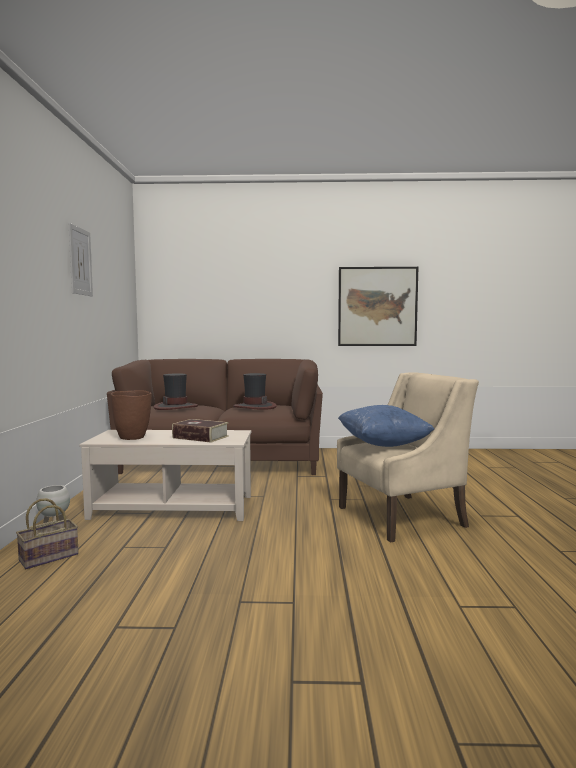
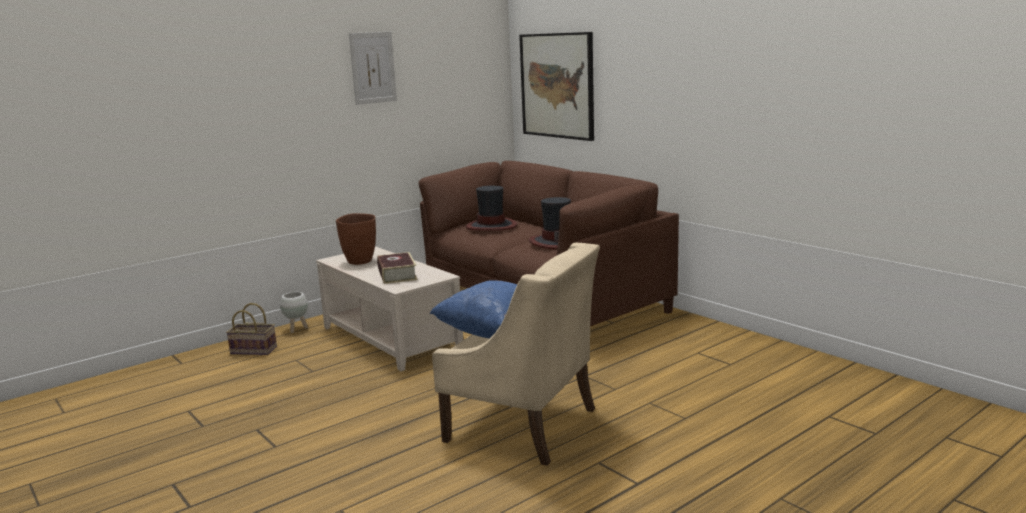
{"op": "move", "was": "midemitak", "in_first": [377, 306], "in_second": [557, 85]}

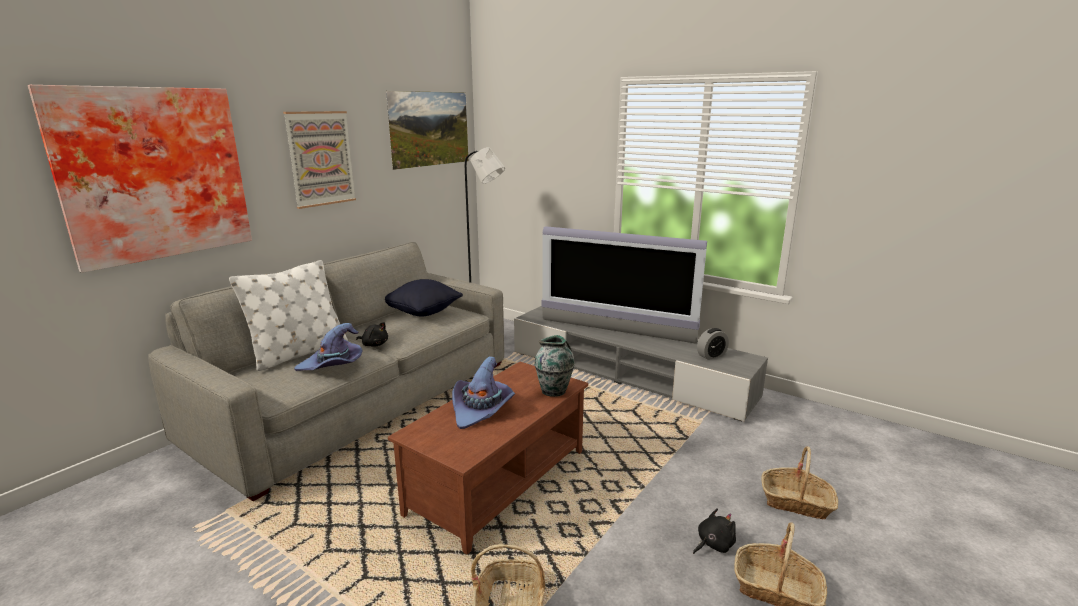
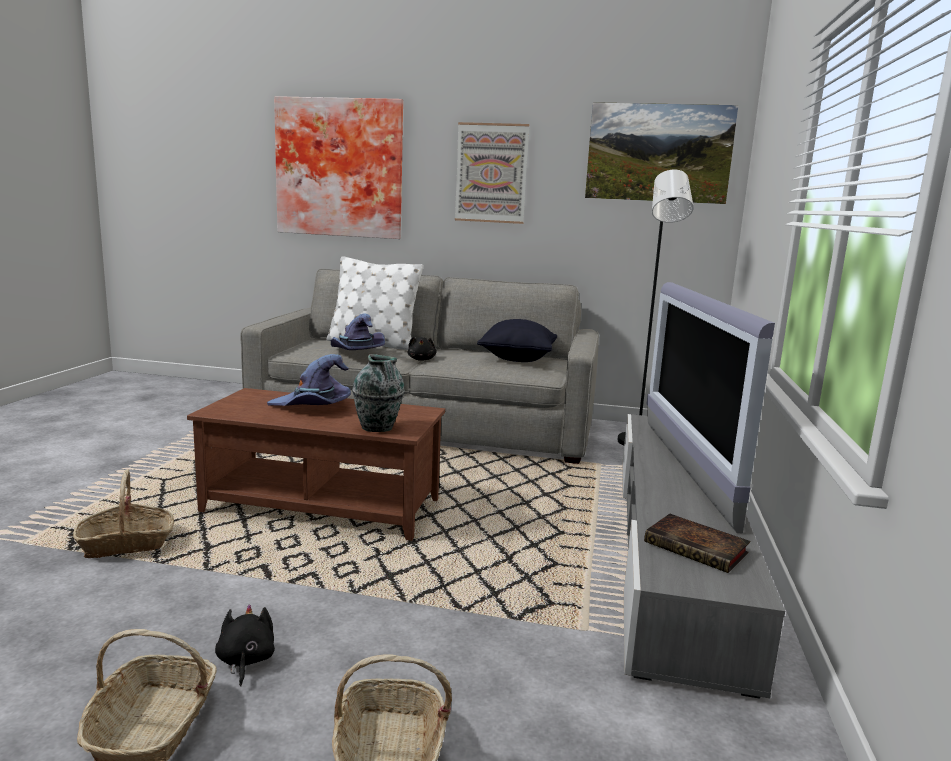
{"op": "replace", "was": "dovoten", "now": "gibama", "in_first": [711, 356], "in_second": [698, 548]}
{"op": "rotate", "was": "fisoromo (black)", "in_first": [713, 544], "in_second": [245, 661], "clockwise": -135}

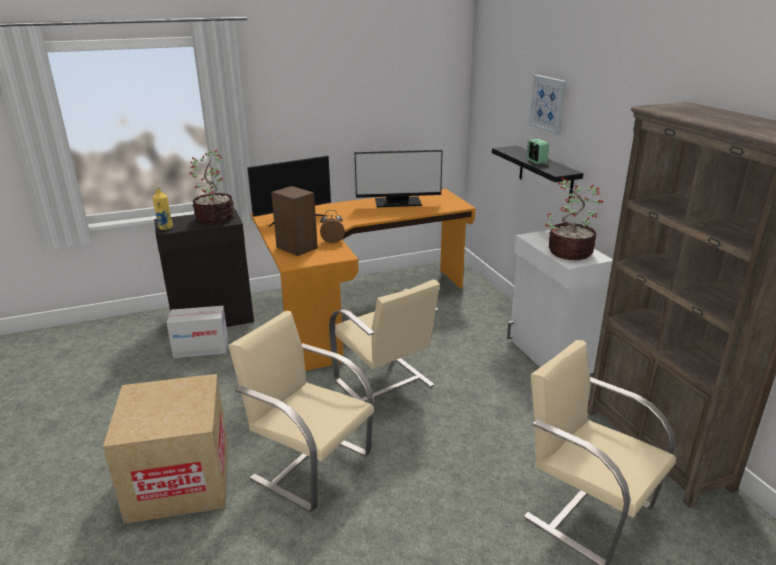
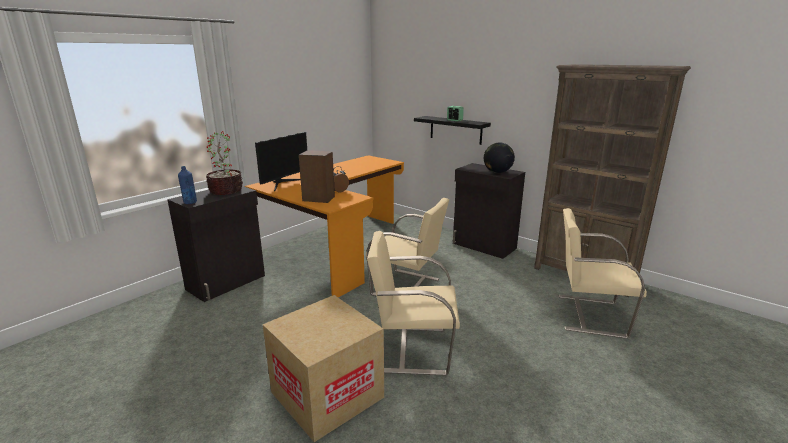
{"op": "delete", "was": "midemitak", "in_first": [548, 104]}
{"op": "delete", "was": "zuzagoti", "in_first": [398, 202]}
{"op": "replace", "was": "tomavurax", "now": "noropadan", "in_first": [568, 253], "in_second": [497, 172]}
{"op": "recolor", "was": "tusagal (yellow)", "now": "tusagal (blue)", "in_first": [165, 228], "in_second": [190, 202]}
{"op": "recolor", "was": "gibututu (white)", "now": "gibututu (black)", "in_first": [549, 355], "in_second": [484, 246]}
{"op": "delete", "was": "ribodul", "in_first": [201, 348]}

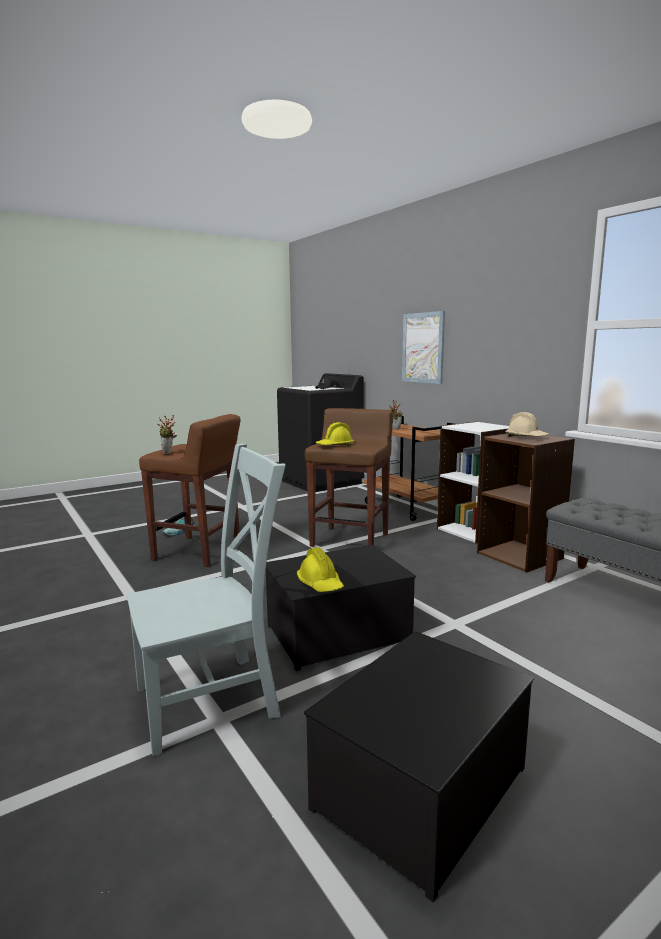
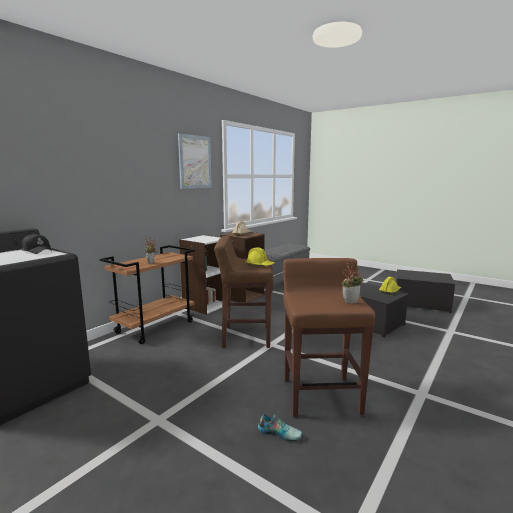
{"op": "move", "was": "midemitak", "in_first": [423, 348], "in_second": [195, 162]}
{"op": "delete", "was": "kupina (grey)", "in_first": [213, 700]}

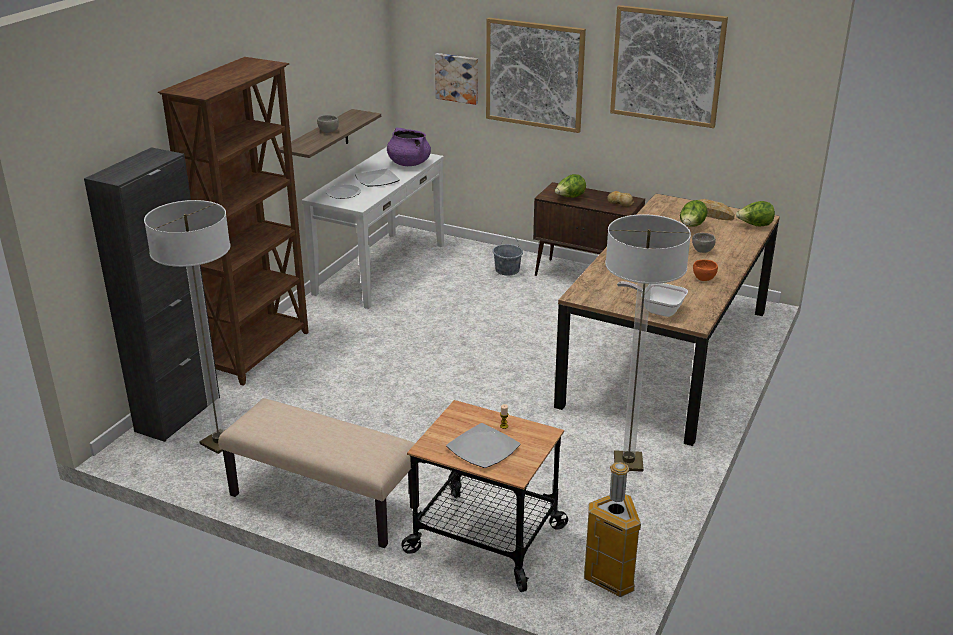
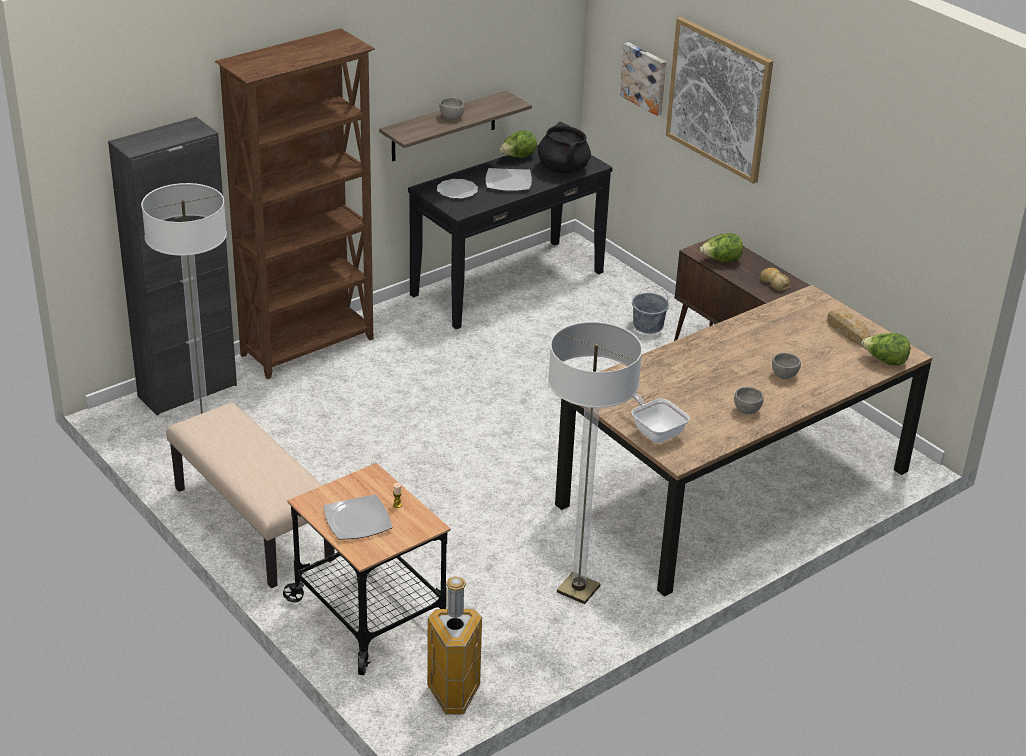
{"op": "delete", "was": "midemitak", "in_first": [667, 66]}
{"op": "recolor", "was": "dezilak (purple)", "now": "dezilak (black)", "in_first": [408, 163], "in_second": [563, 168]}
{"op": "recolor", "was": "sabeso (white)", "now": "sabeso (black)", "in_first": [380, 269], "in_second": [507, 283]}
{"op": "move", "was": "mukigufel", "in_first": [691, 226], "in_second": [518, 157]}
{"op": "recolor", "was": "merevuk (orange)", "now": "merevuk (grey)", "in_first": [704, 278], "in_second": [747, 410]}

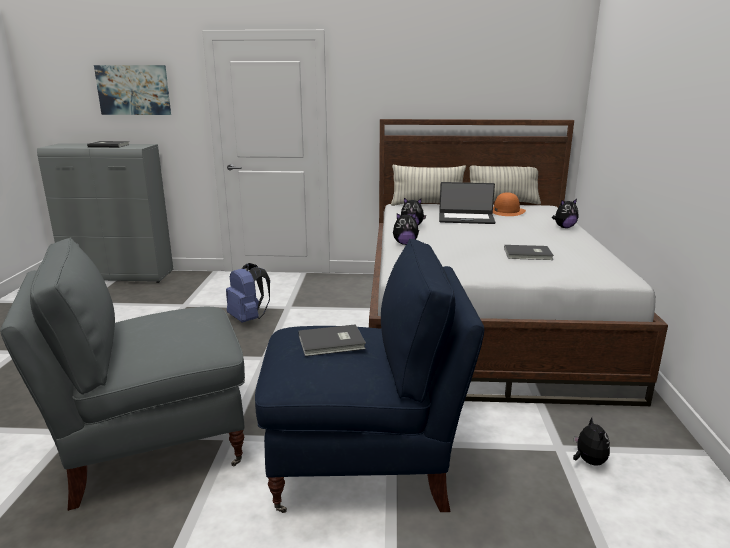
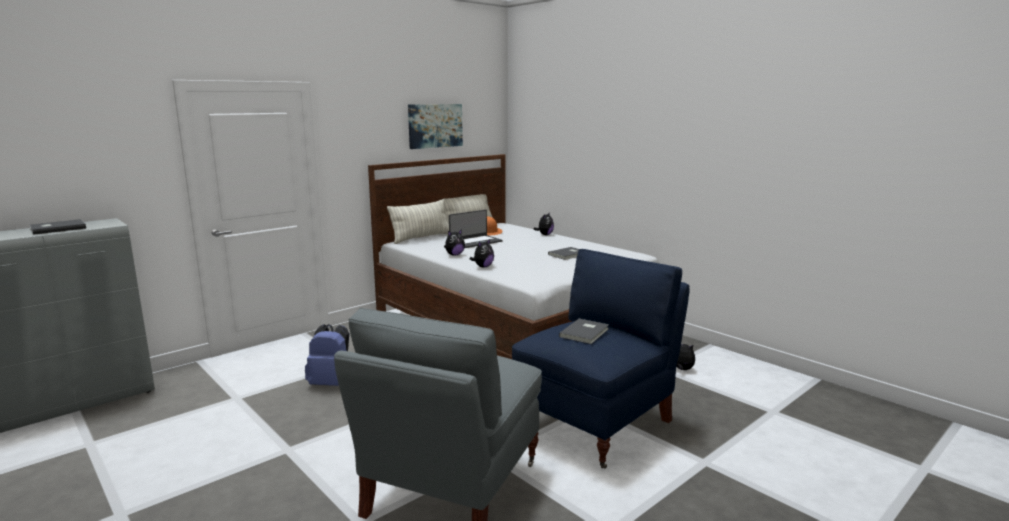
{"op": "move", "was": "midemitak", "in_first": [133, 90], "in_second": [435, 125]}

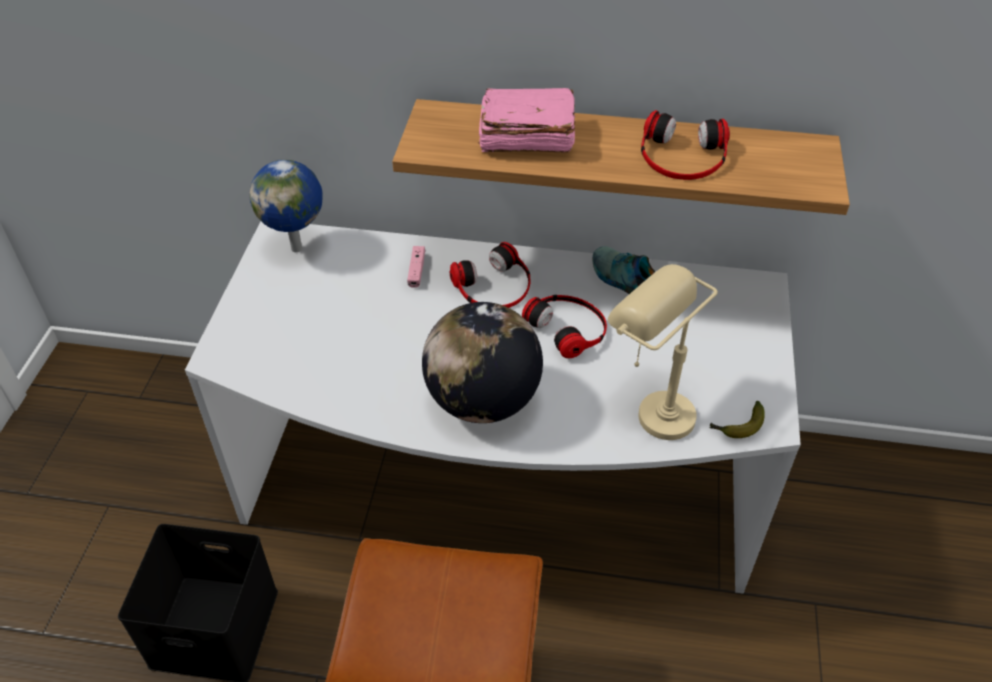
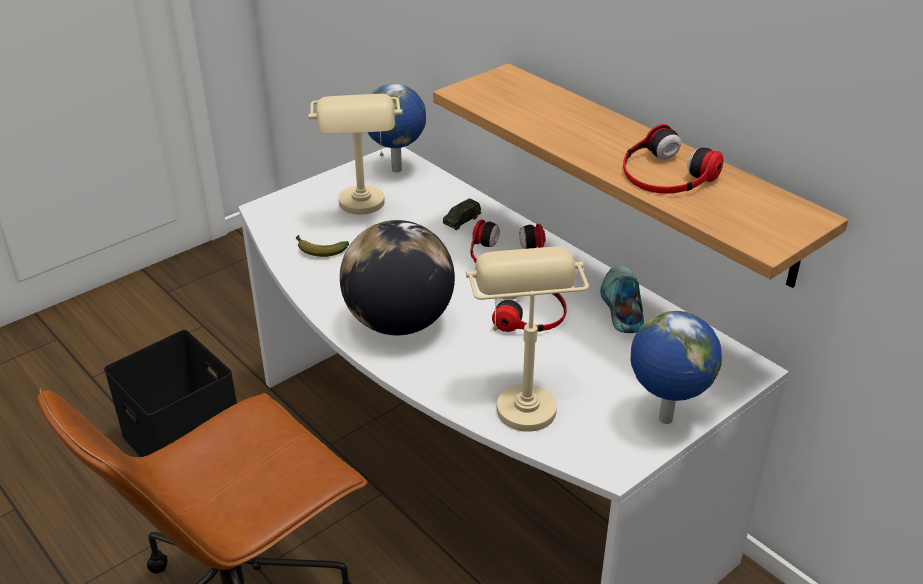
{"op": "delete", "was": "gibama (pink)", "in_first": [525, 137]}
{"op": "replace", "was": "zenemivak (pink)", "now": "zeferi", "in_first": [416, 270], "in_second": [462, 220]}
{"op": "move", "was": "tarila", "in_first": [738, 426], "in_second": [318, 250]}
{"op": "insert", "now": "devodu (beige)", "in_second": [364, 211]}
{"op": "insert", "now": "noropadan", "in_second": [664, 420]}

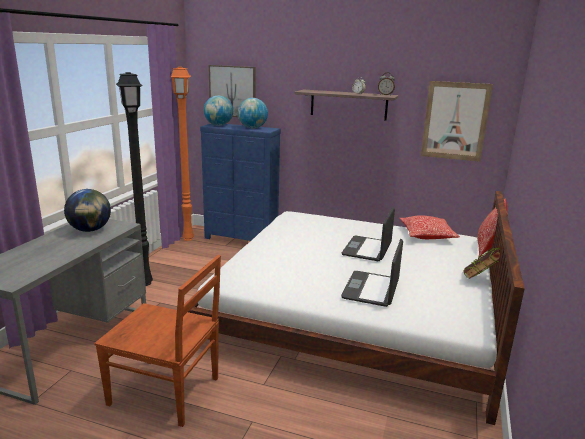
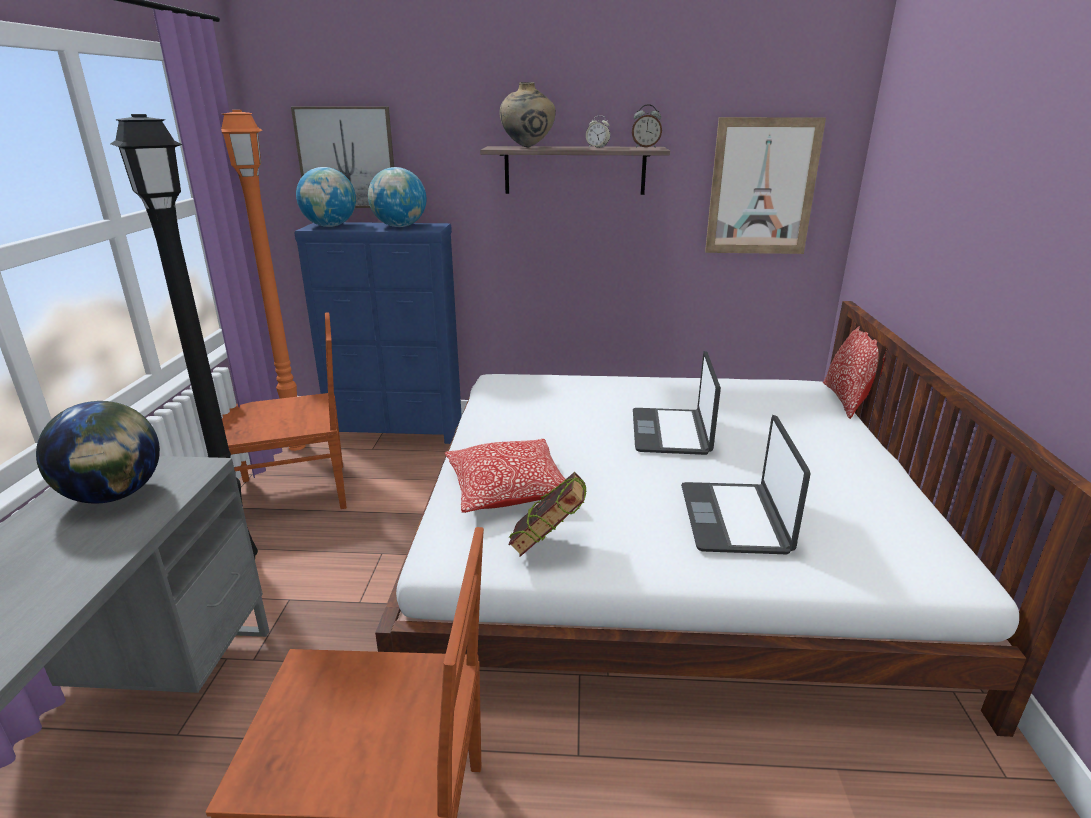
{"op": "move", "was": "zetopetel", "in_first": [427, 235], "in_second": [507, 490]}
{"op": "move", "was": "gibama", "in_first": [479, 280], "in_second": [548, 547]}
{"op": "insert", "now": "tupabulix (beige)", "in_second": [528, 147]}
{"op": "insert", "now": "kupina (brown)", "in_second": [297, 493]}

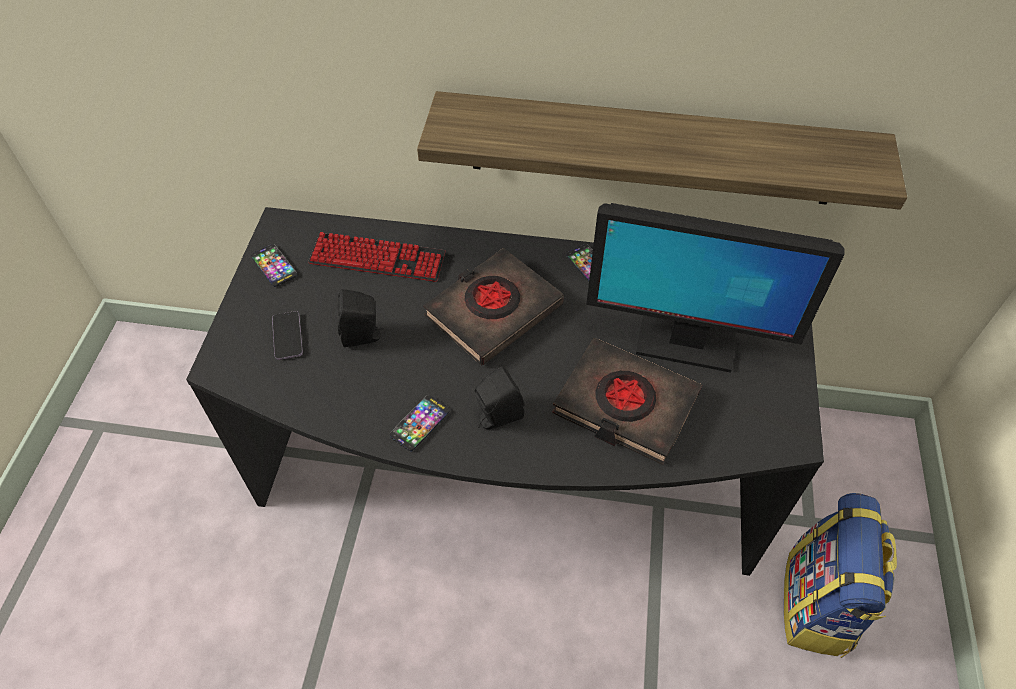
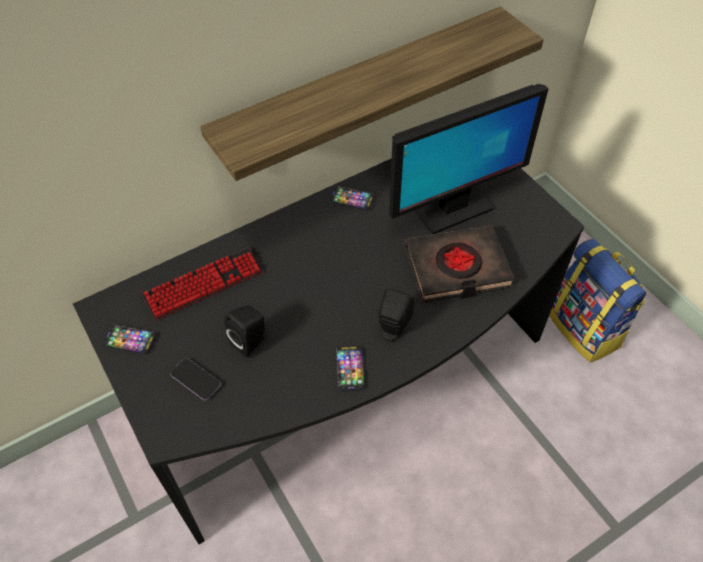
{"op": "delete", "was": "gibama (black)", "in_first": [493, 311]}

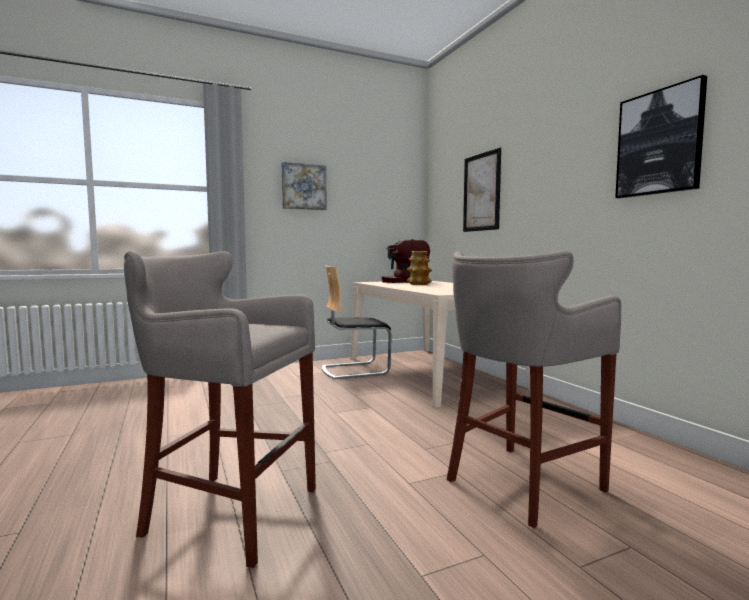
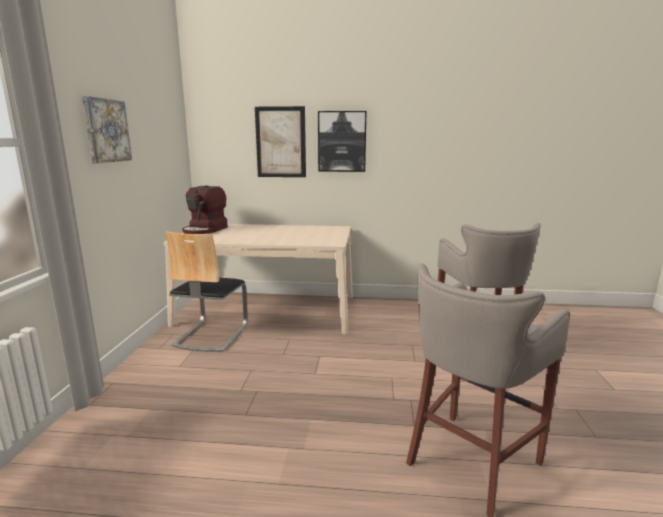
{"op": "move", "was": "midemitak", "in_first": [659, 142], "in_second": [342, 141]}
{"op": "delete", "was": "tupabulix", "in_first": [419, 284]}

